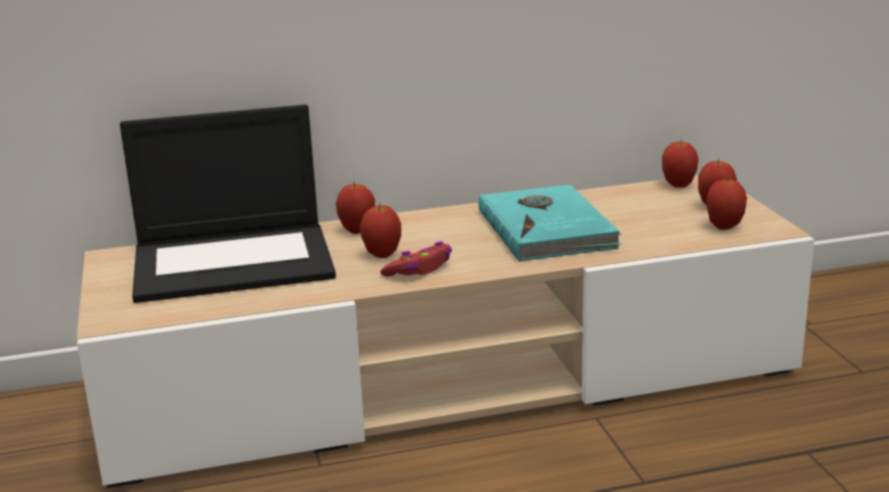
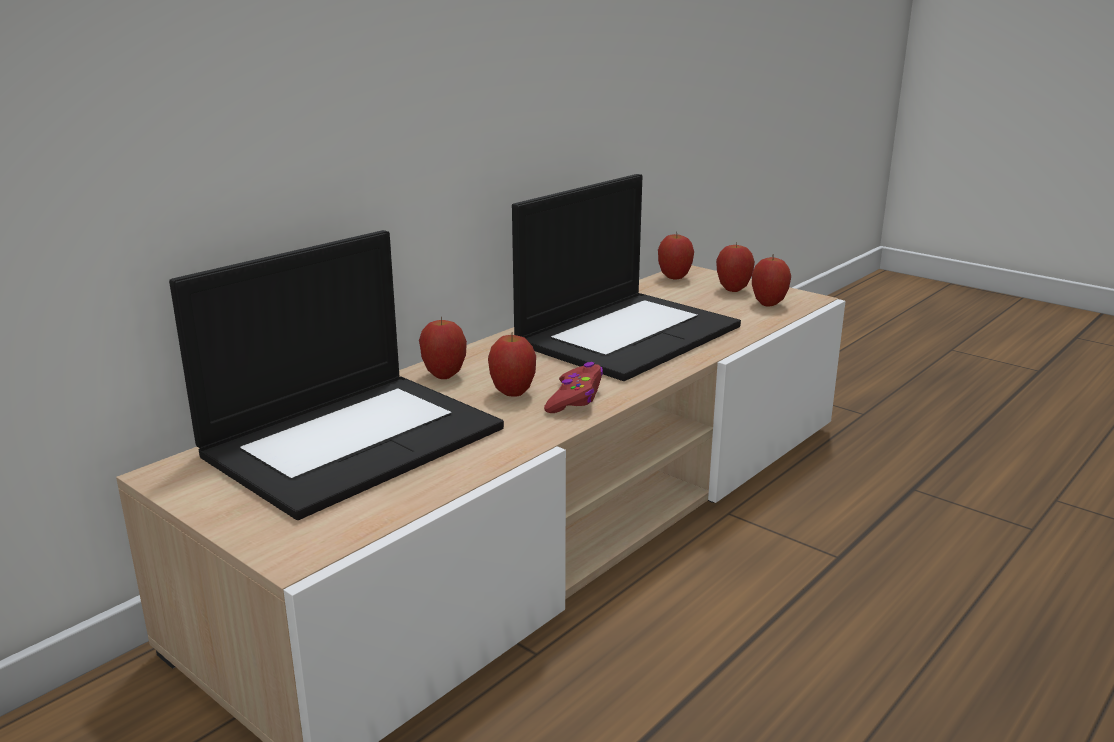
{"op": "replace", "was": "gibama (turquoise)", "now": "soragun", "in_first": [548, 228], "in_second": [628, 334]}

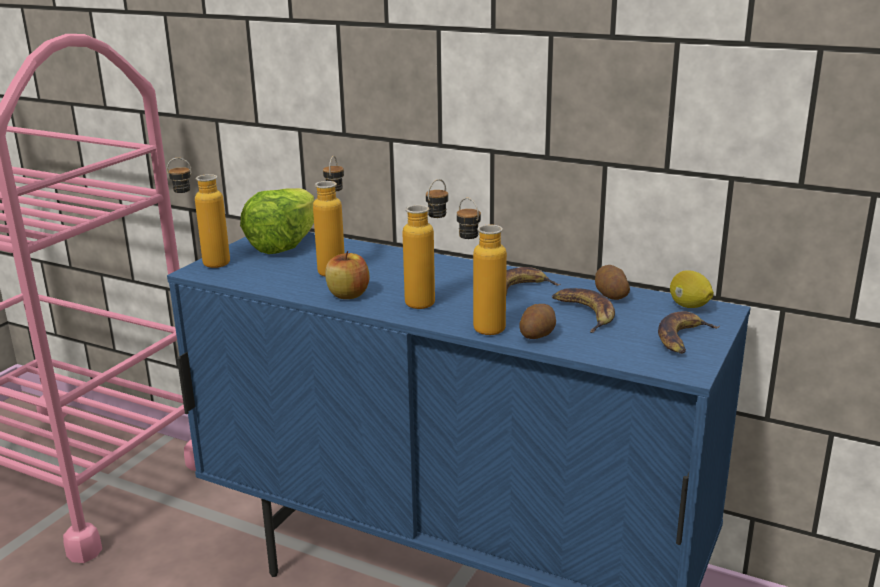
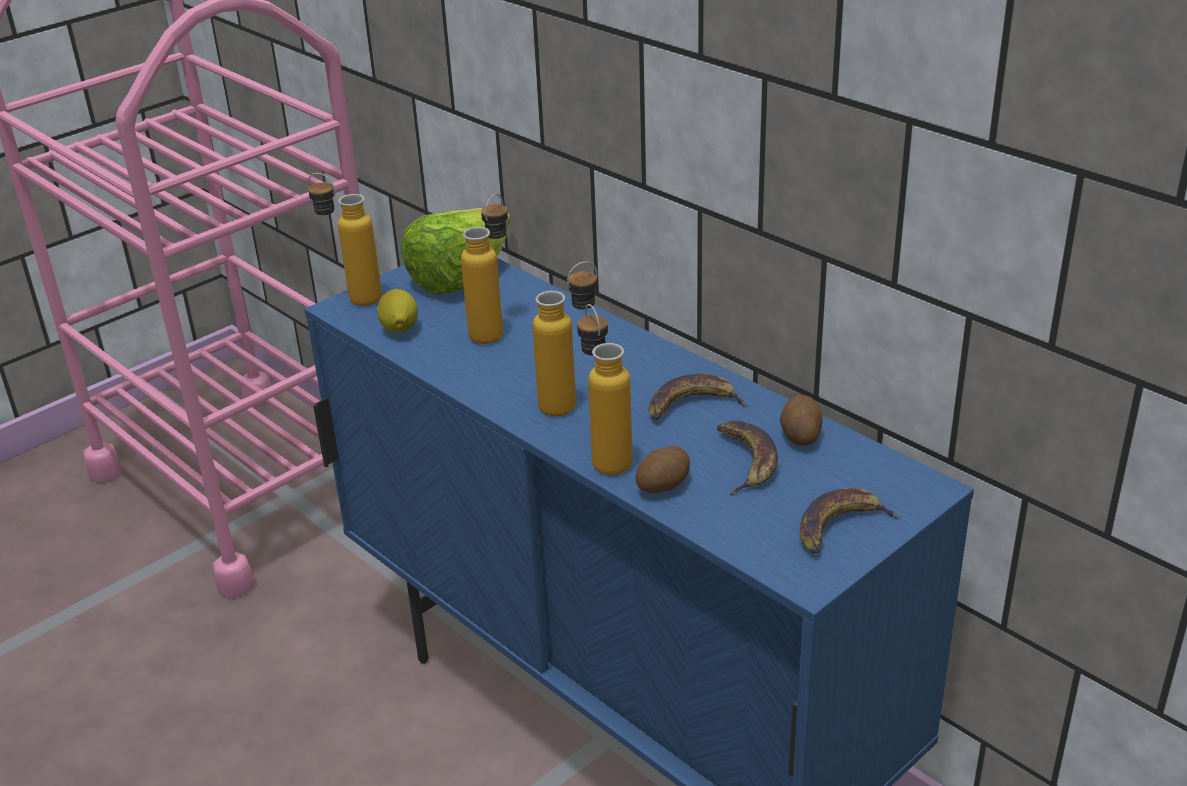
{"op": "delete", "was": "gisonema", "in_first": [348, 295]}
{"op": "move", "was": "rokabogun", "in_first": [689, 306], "in_second": [399, 329]}

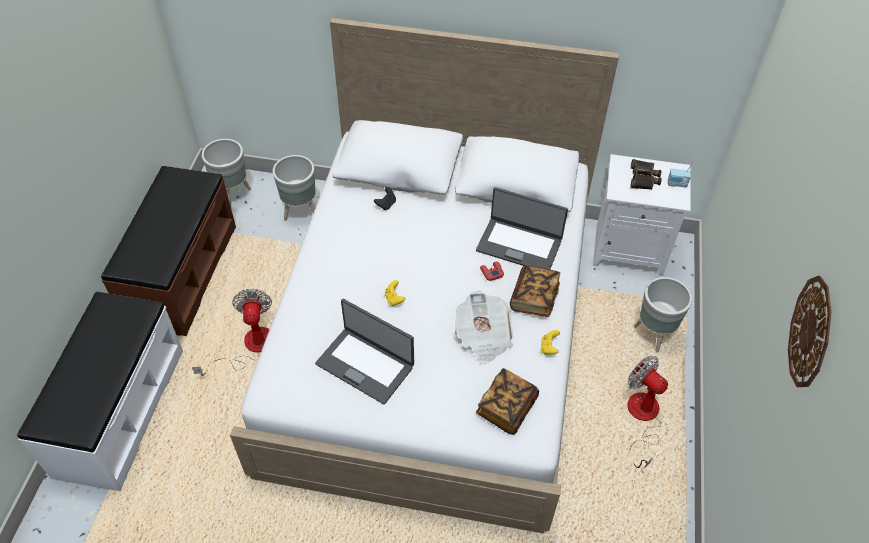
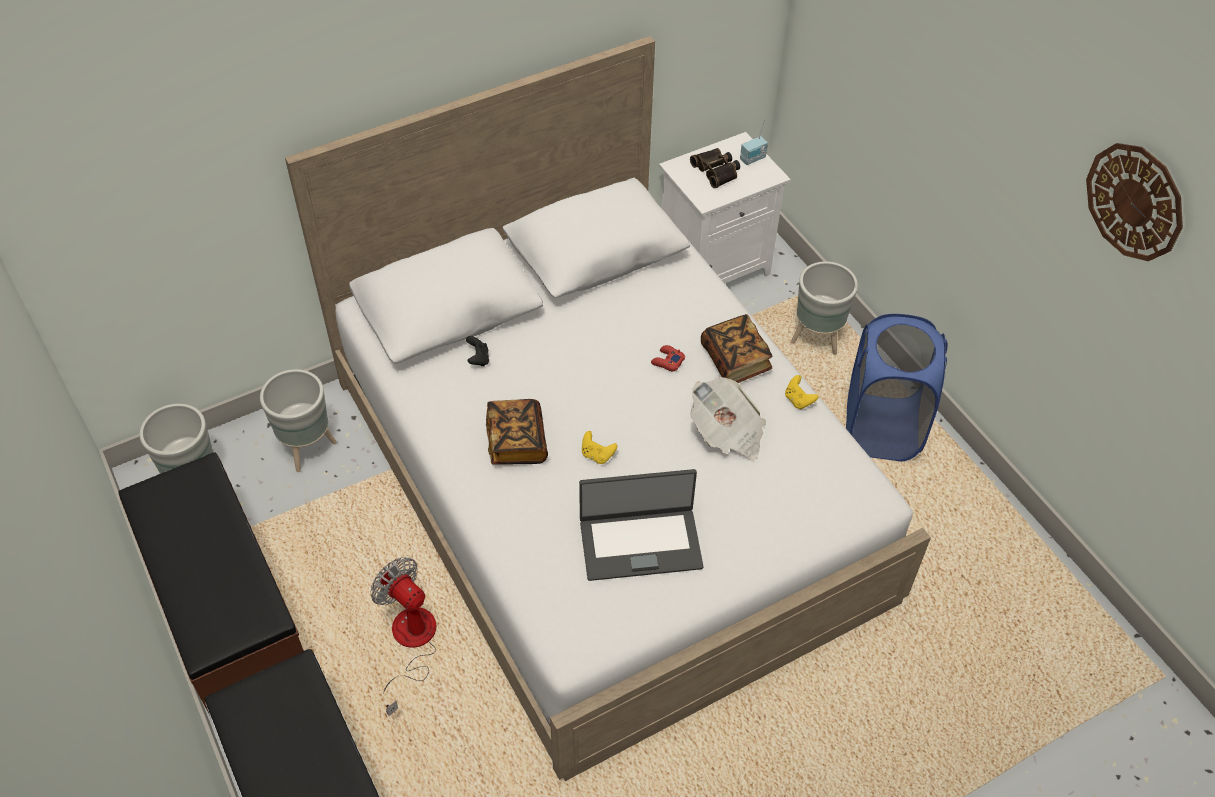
{"op": "delete", "was": "soragun", "in_first": [519, 244]}
{"op": "replace", "was": "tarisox", "now": "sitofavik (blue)", "in_first": [642, 418], "in_second": [882, 428]}
{"op": "move", "was": "gibama", "in_first": [506, 408], "in_second": [516, 442]}

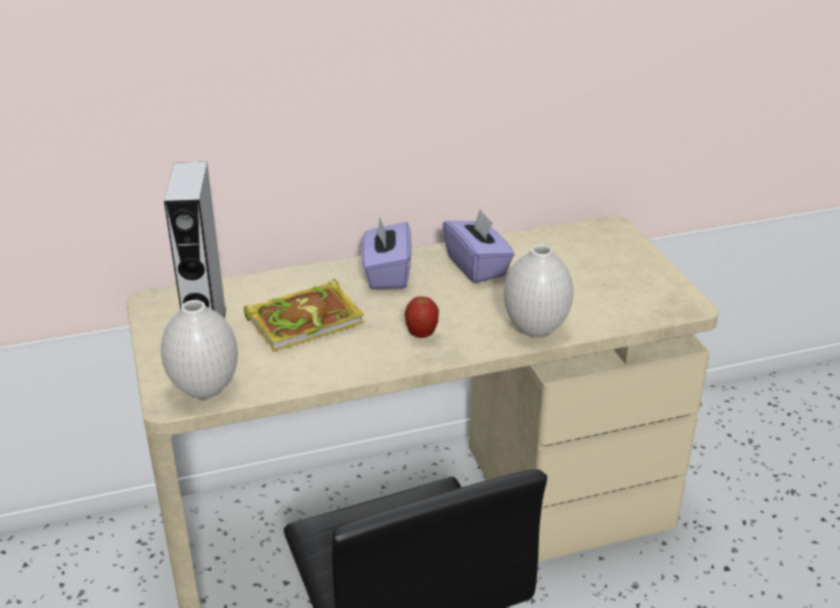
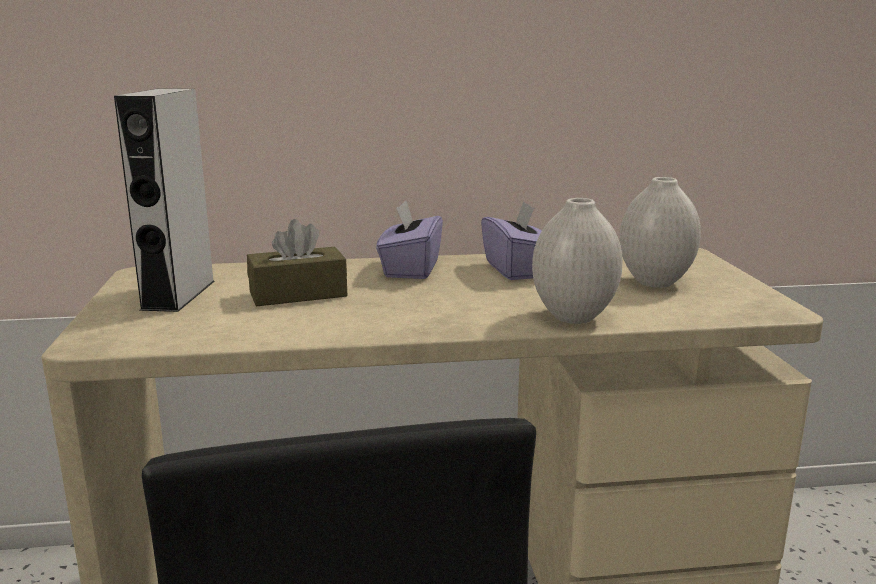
{"op": "replace", "was": "gibama", "now": "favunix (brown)", "in_first": [307, 319], "in_second": [298, 294]}
{"op": "delete", "was": "gisonema", "in_first": [421, 335]}
{"op": "move", "was": "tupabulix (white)", "in_first": [205, 389], "in_second": [656, 283]}

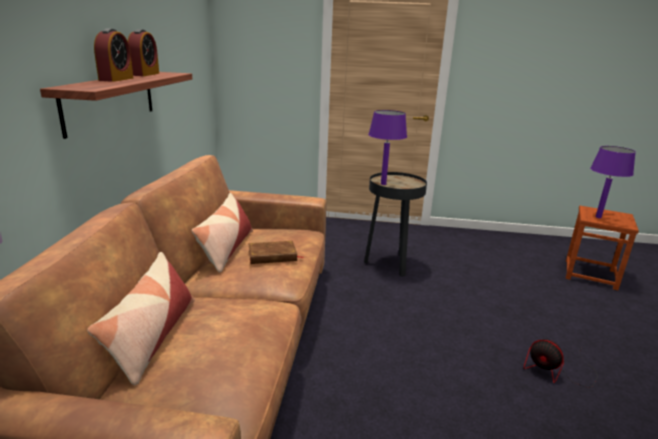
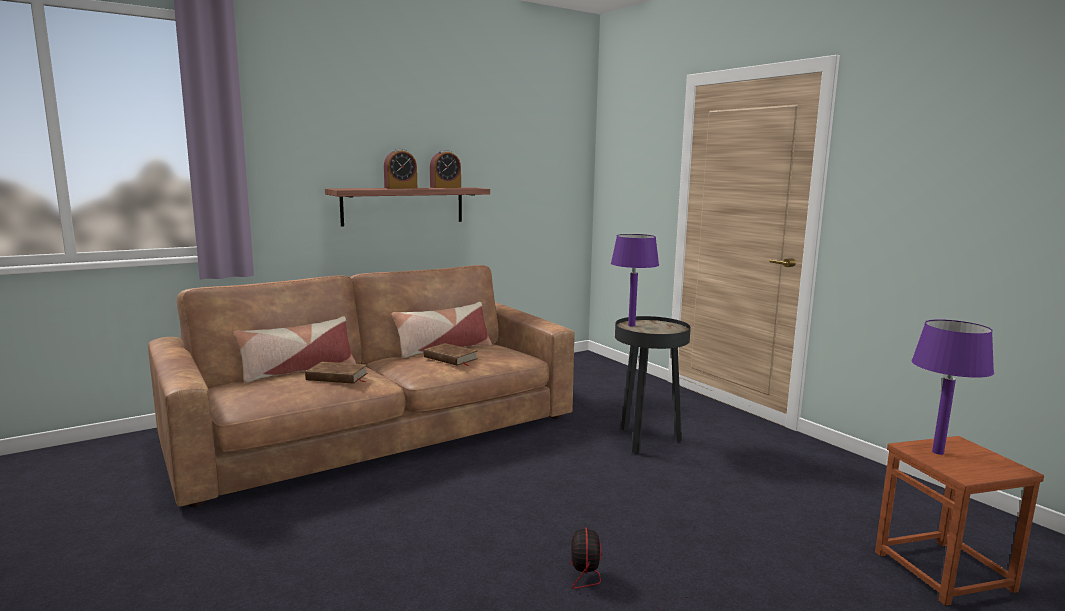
{"op": "insert", "now": "gibama (brown)", "in_second": [337, 377]}

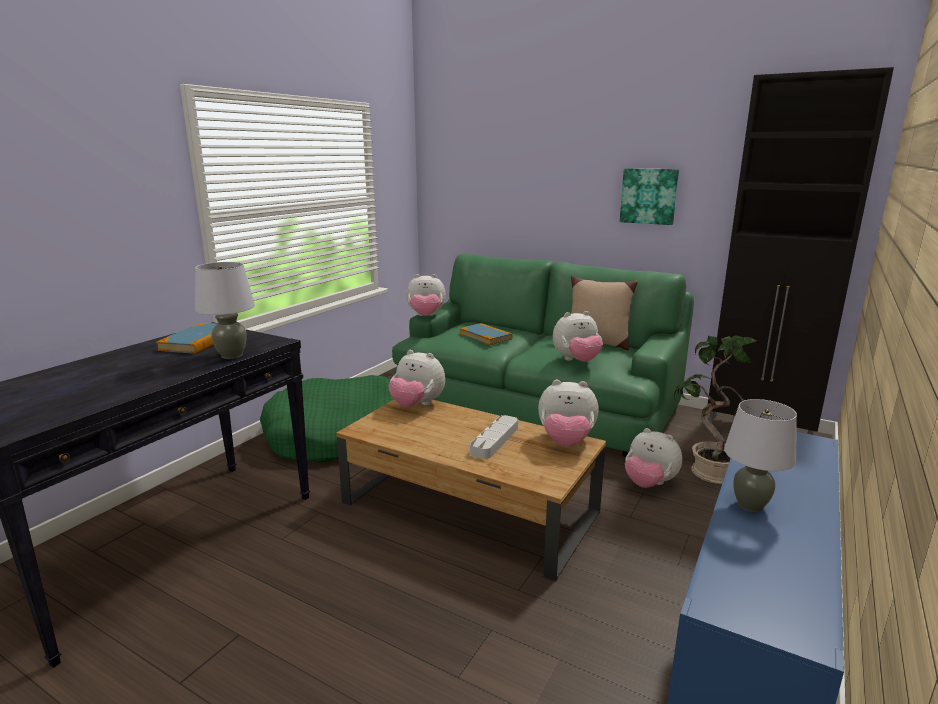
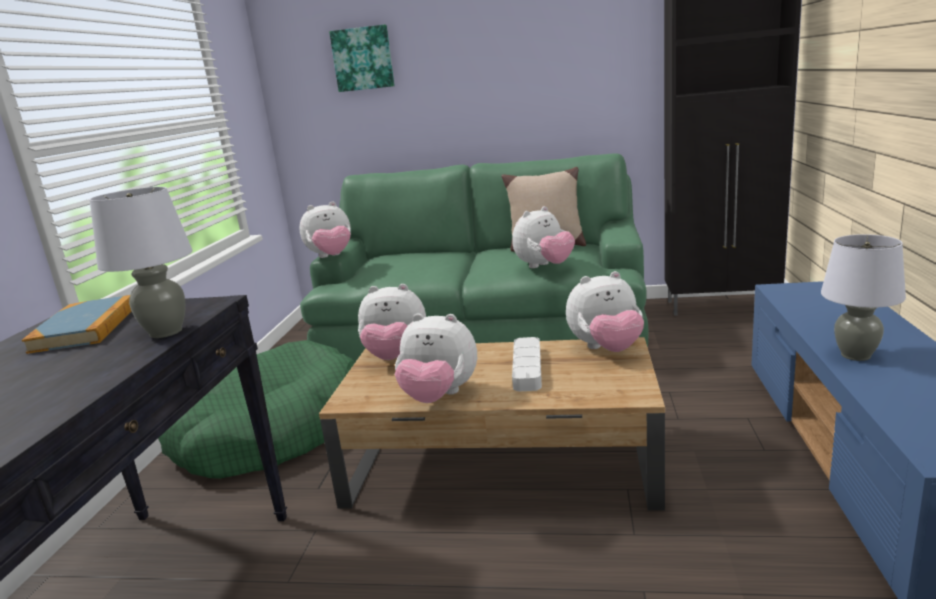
{"op": "move", "was": "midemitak", "in_first": [649, 196], "in_second": [363, 59]}
{"op": "delete", "was": "gibama", "in_first": [485, 336]}
{"op": "delete", "was": "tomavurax", "in_first": [711, 473]}
{"op": "move", "was": "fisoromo", "in_first": [649, 484], "in_second": [439, 396]}

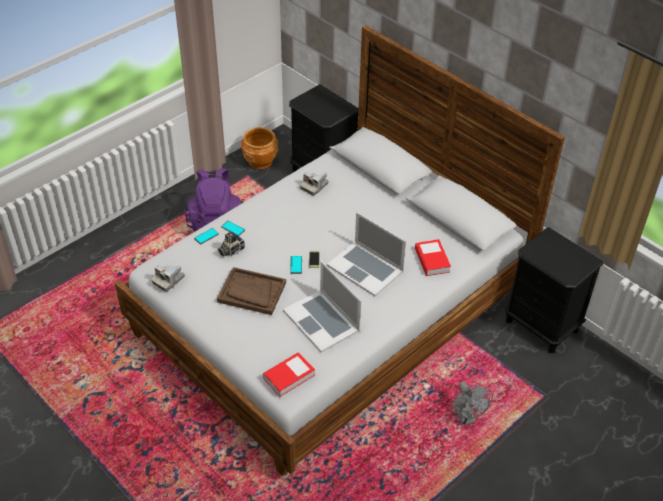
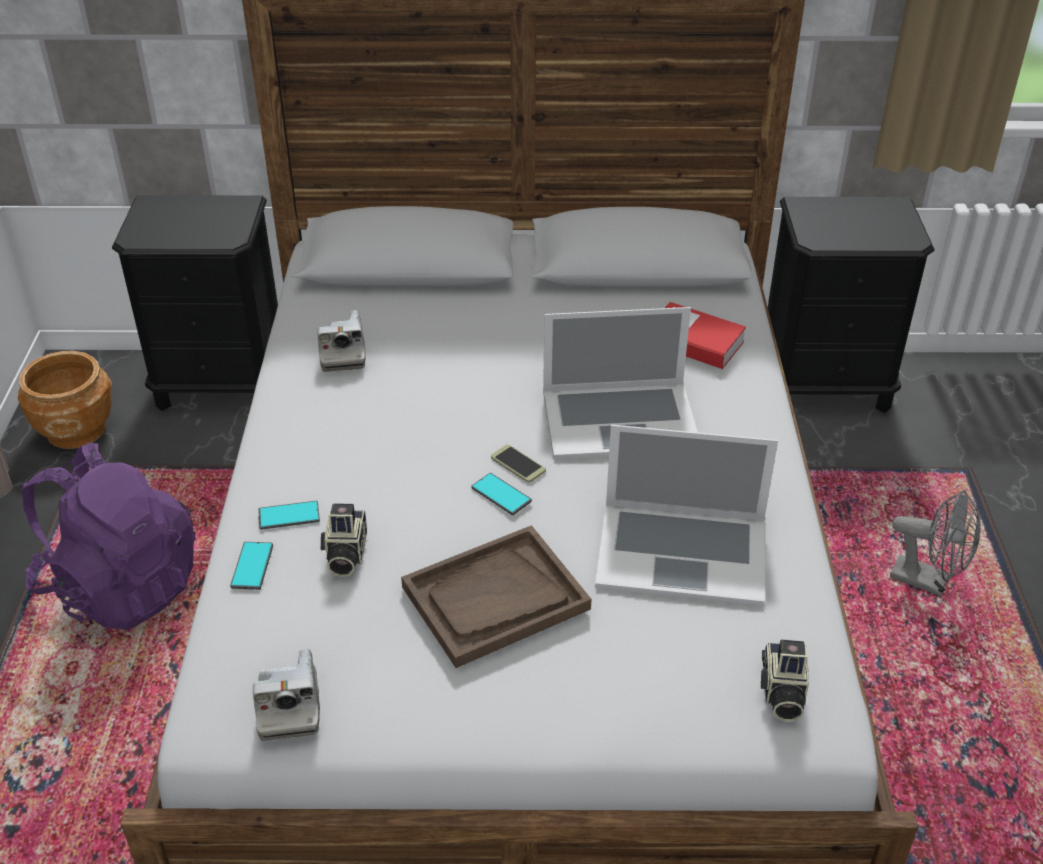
{"op": "replace", "was": "gibama", "now": "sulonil", "in_first": [289, 377], "in_second": [781, 693]}

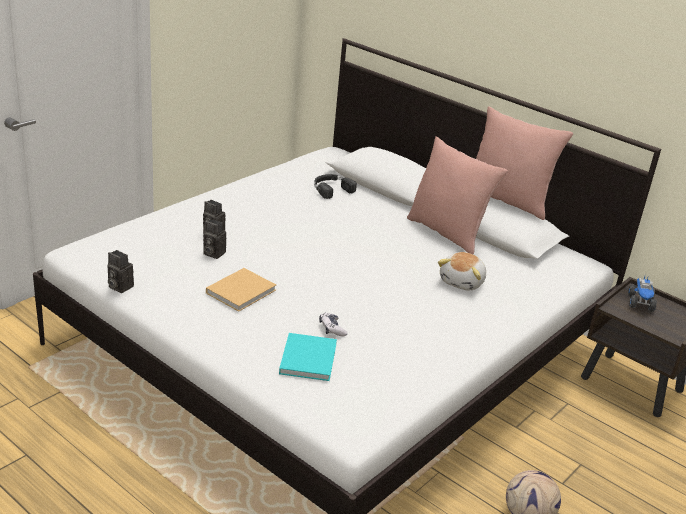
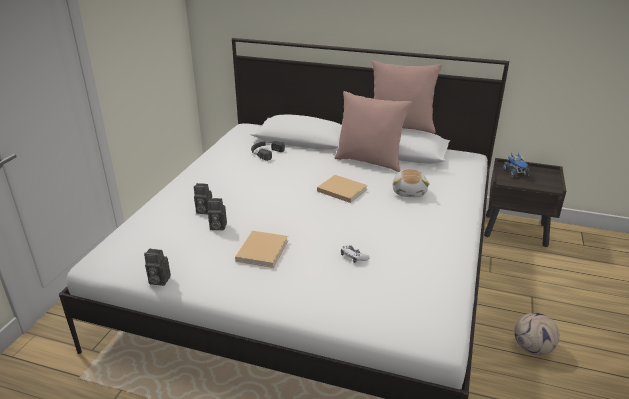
{"op": "delete", "was": "gibama (turquoise)", "in_first": [308, 357]}
{"op": "insert", "now": "gibama (beige)", "in_second": [341, 190]}

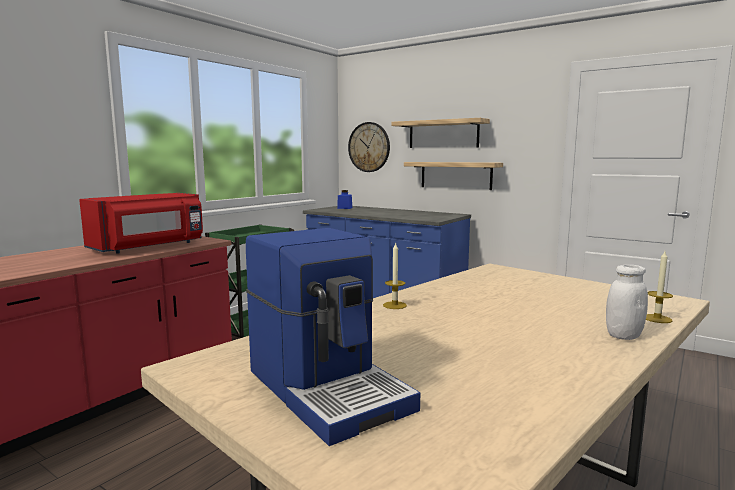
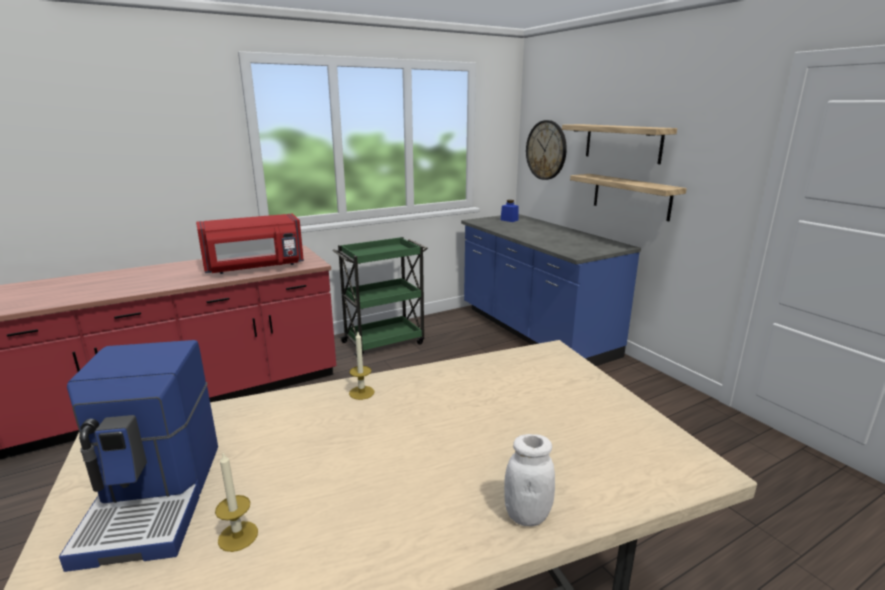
{"op": "move", "was": "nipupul", "in_first": [657, 318], "in_second": [238, 536]}

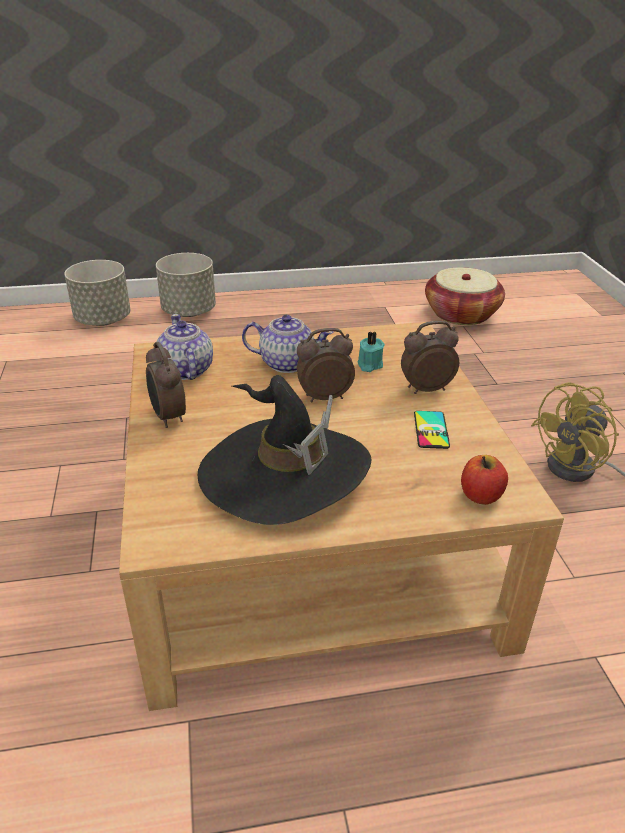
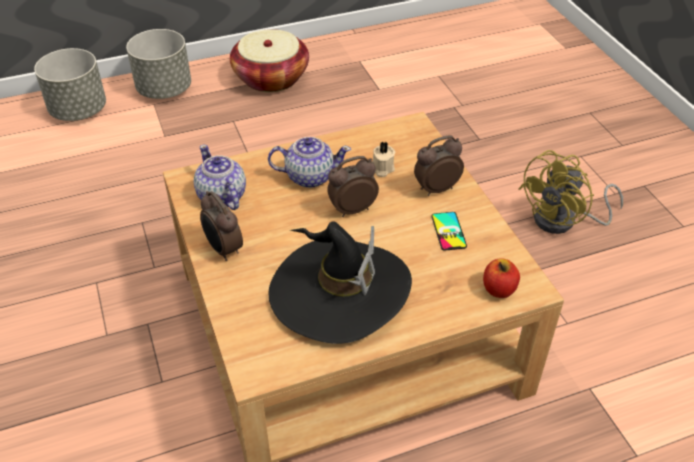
{"op": "move", "was": "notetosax", "in_first": [461, 314], "in_second": [271, 78]}
{"op": "recolor", "was": "nipupul (turquoise)", "now": "nipupul (beige)", "in_first": [369, 365], "in_second": [382, 169]}

